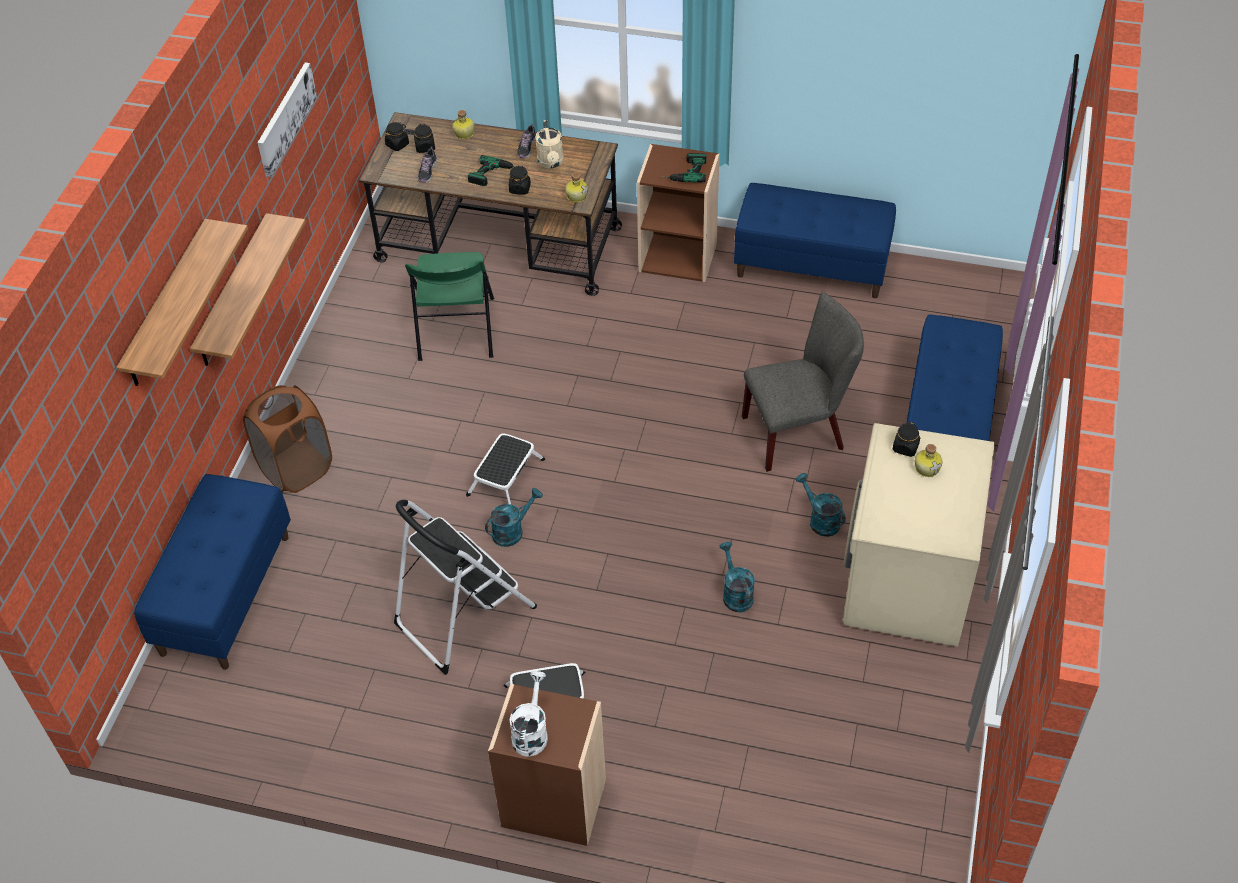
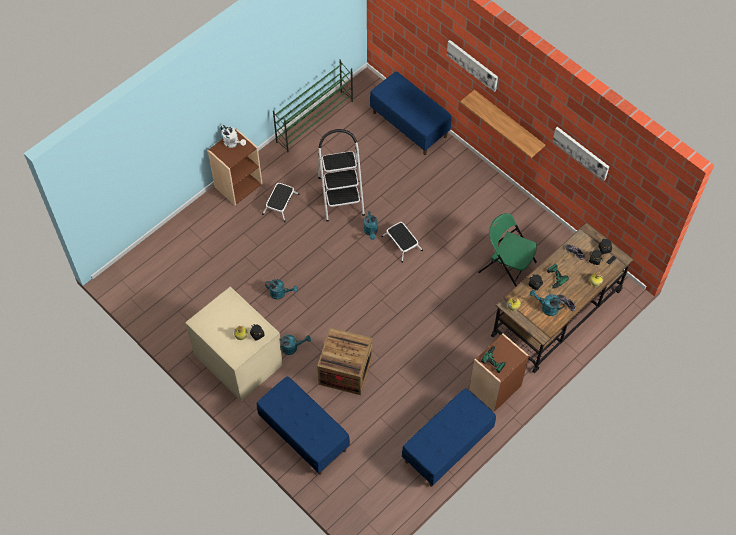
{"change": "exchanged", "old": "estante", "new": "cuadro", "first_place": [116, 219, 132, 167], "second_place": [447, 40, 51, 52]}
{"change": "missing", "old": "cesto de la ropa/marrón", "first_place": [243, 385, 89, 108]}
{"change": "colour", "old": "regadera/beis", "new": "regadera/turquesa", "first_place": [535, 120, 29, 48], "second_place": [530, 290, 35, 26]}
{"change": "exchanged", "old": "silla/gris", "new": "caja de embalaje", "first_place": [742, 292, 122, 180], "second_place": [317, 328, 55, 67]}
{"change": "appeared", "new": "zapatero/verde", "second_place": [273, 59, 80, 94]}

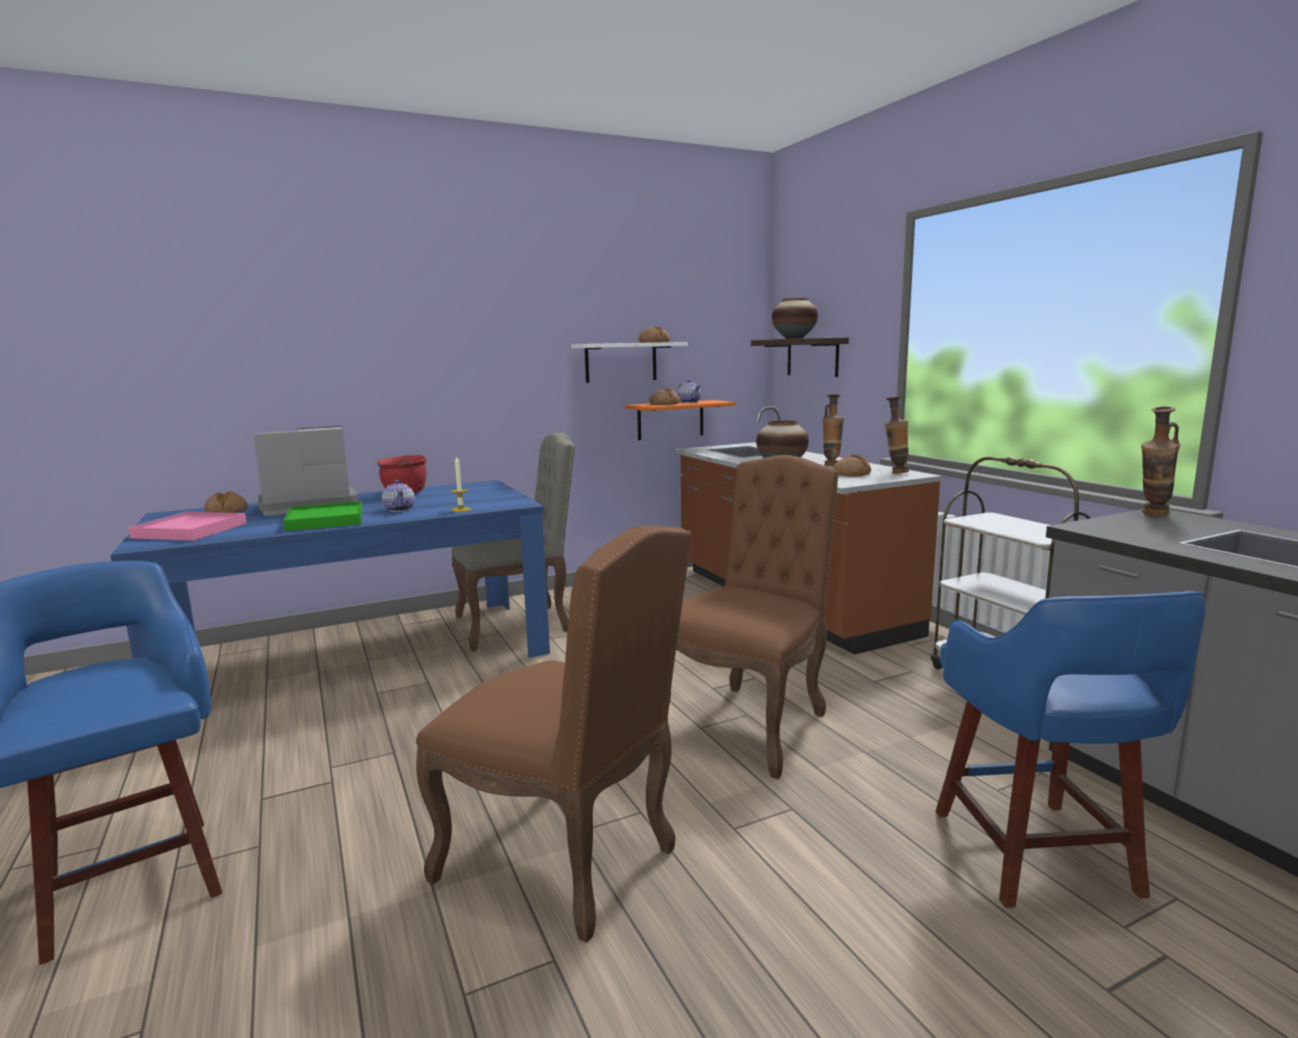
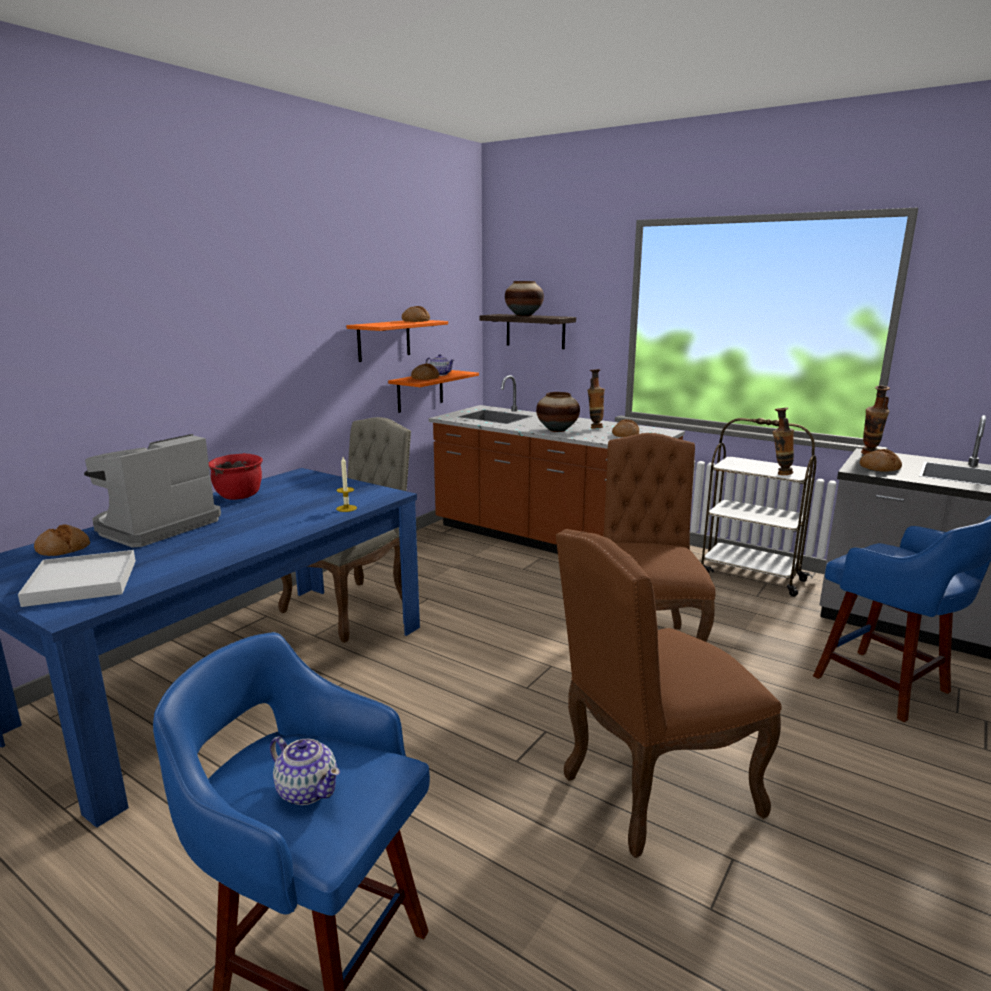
{"change": "colour", "old": "bandeja/rosa", "new": "bandeja/blanco", "first_place": [128, 512, 119, 29], "second_place": [18, 550, 118, 57]}
{"change": "missing", "old": "bandeja/verde", "first_place": [283, 501, 79, 30]}
{"change": "relocated", "old": "tetera", "first_place": [382, 480, 33, 32], "second_place": [270, 736, 70, 69]}
{"change": "spun", "old": "silla/marrón", "first_place": [416, 525, 276, 418], "second_place": [556, 529, 226, 329], "degrees": 150}
{"change": "colour", "old": "estante/blanco", "new": "estante/naranja", "first_place": [571, 342, 117, 41], "second_place": [346, 320, 102, 42]}
{"change": "relocated", "old": "florero", "first_place": [884, 396, 25, 78], "second_place": [773, 408, 21, 67]}
{"change": "appeared", "new": "pan", "second_place": [860, 449, 42, 23]}

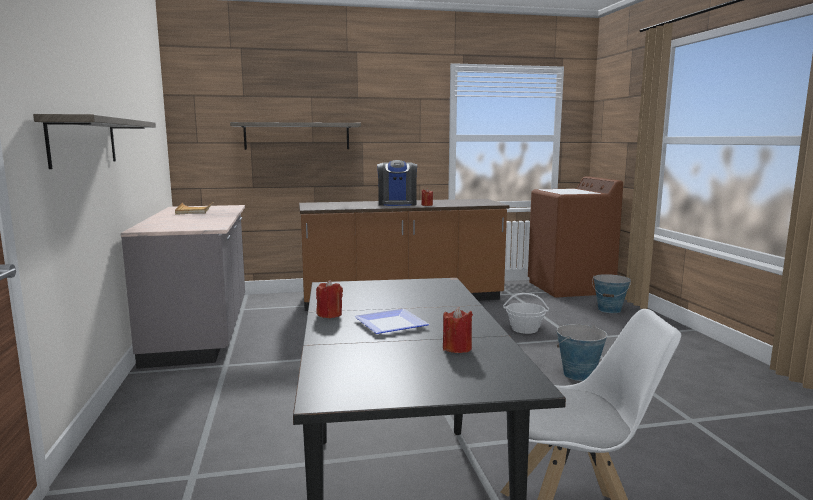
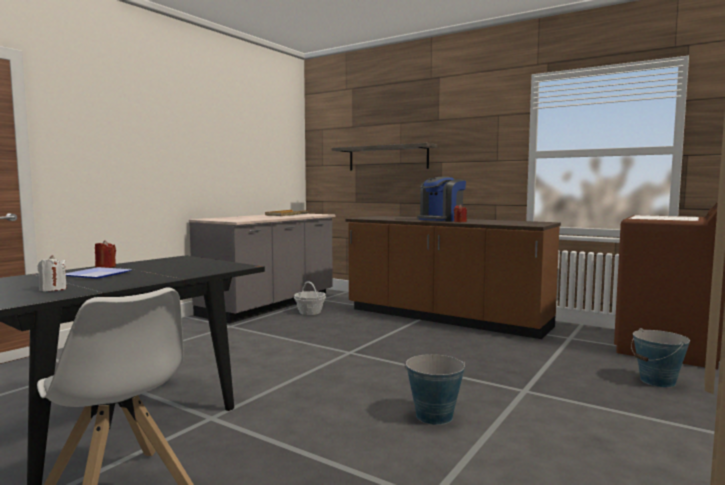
{"change": "missing", "old": "estante", "first_place": [33, 114, 123, 55]}
{"change": "colour", "old": "vela/rojo", "new": "vela/blanco", "first_place": [443, 307, 30, 46], "second_place": [38, 255, 29, 36]}
{"change": "relocated", "old": "cesta", "first_place": [503, 293, 46, 41], "second_place": [294, 281, 32, 34]}

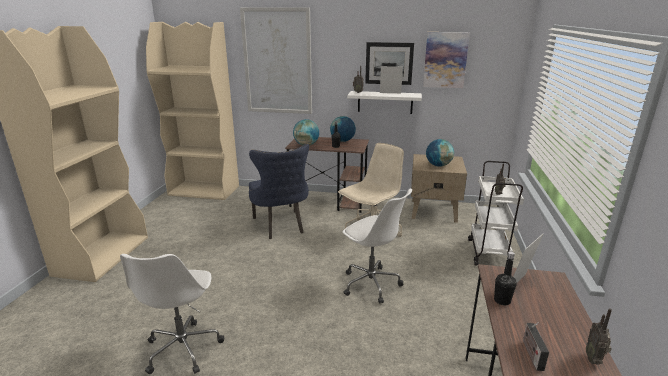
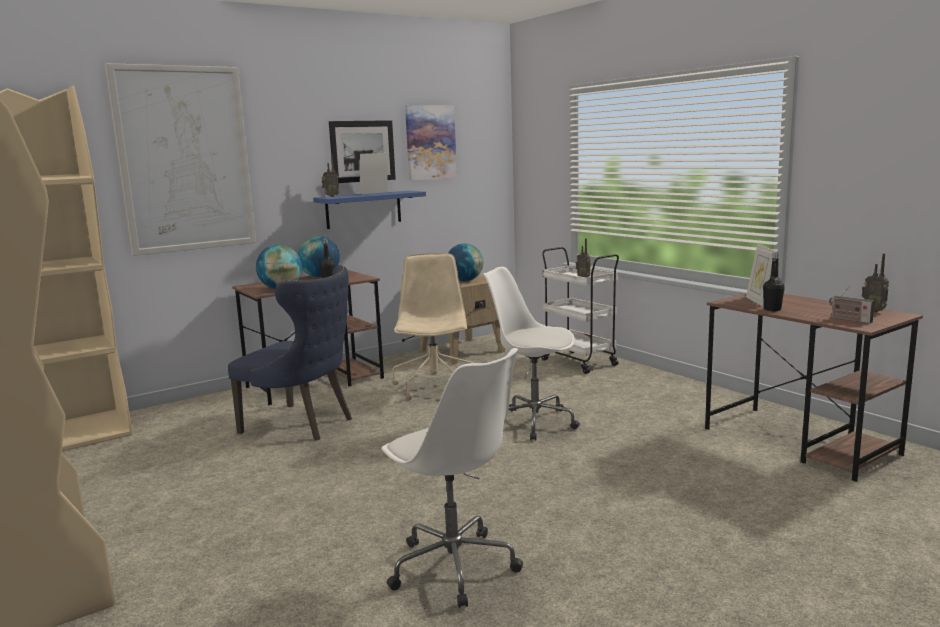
{"change": "spun", "old": "silla de oficina/blanco", "first_place": [343, 189, 69, 115], "second_place": [483, 267, 97, 174], "degrees": -150}
{"change": "colour", "old": "estante/blanco", "new": "estante/azul", "first_place": [347, 91, 75, 23], "second_place": [313, 191, 113, 38]}

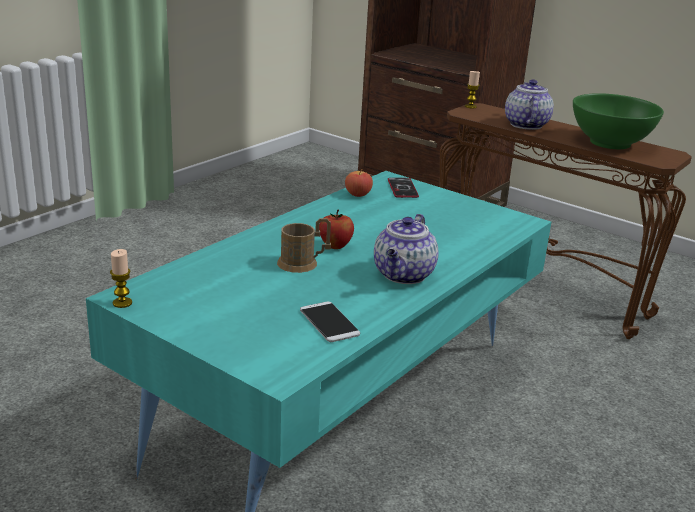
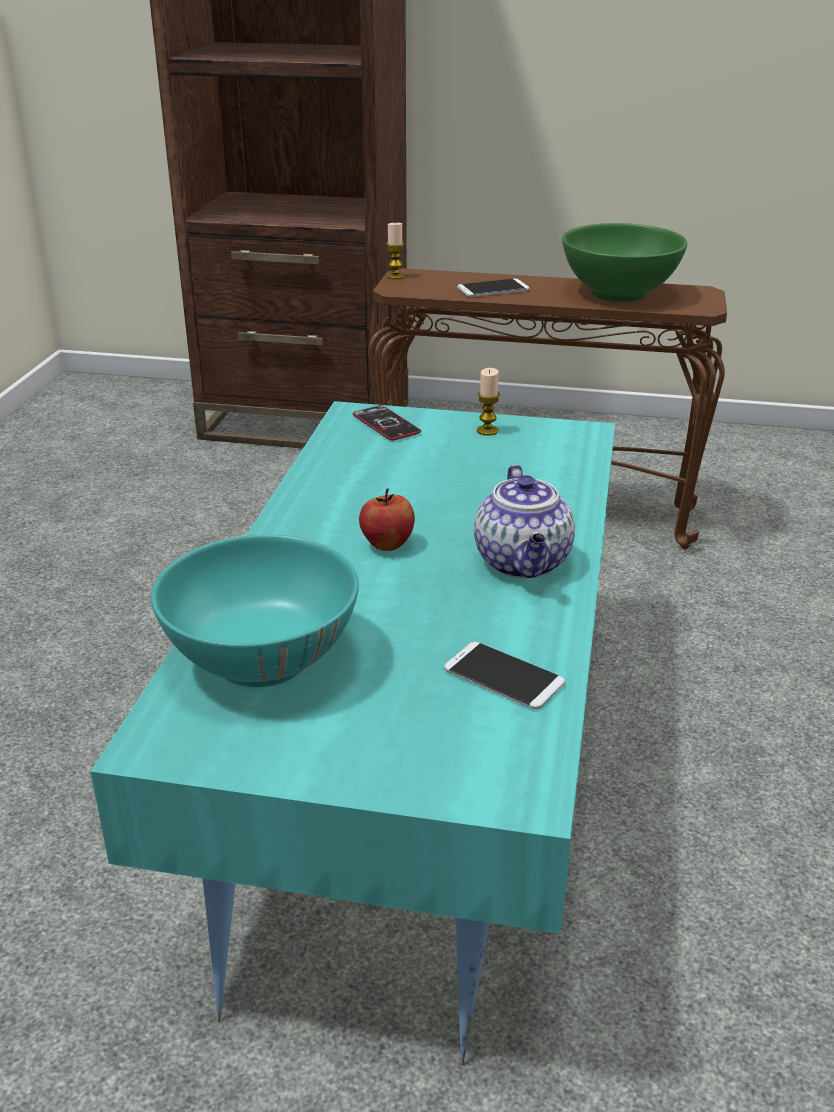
{"change": "relocated", "old": "vela", "first_place": [110, 249, 22, 59], "second_place": [477, 368, 23, 68]}
{"change": "missing", "old": "taza grande/marrón", "first_place": [277, 218, 54, 55]}
{"change": "missing", "old": "manzana", "first_place": [345, 170, 28, 27]}
{"change": "exchanged", "old": "tetera", "new": "móvil", "first_place": [505, 79, 49, 51], "second_place": [457, 279, 73, 18]}
{"change": "appeared", "new": "cuenco/turquesa", "second_place": [151, 535, 208, 152]}

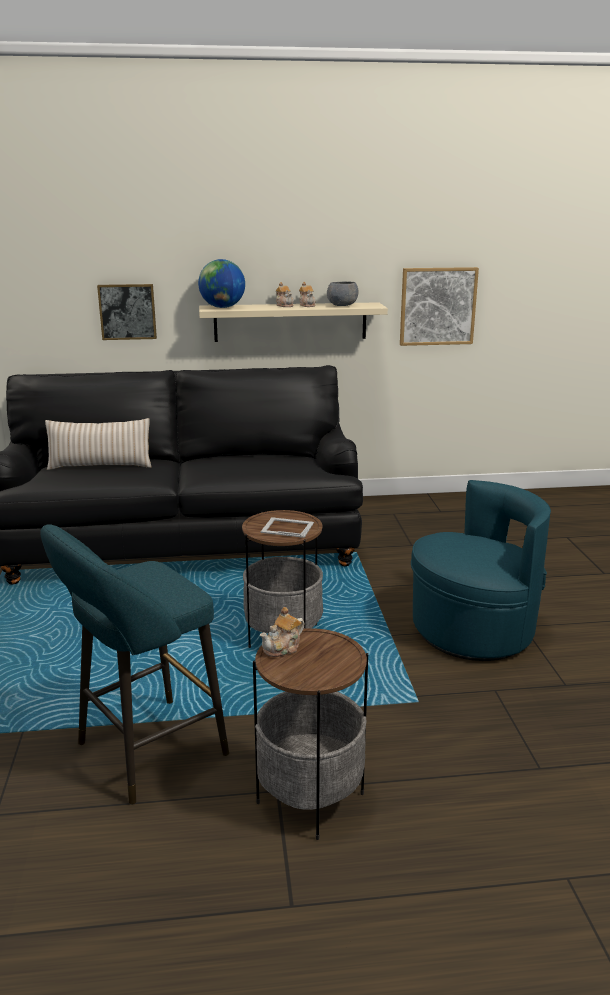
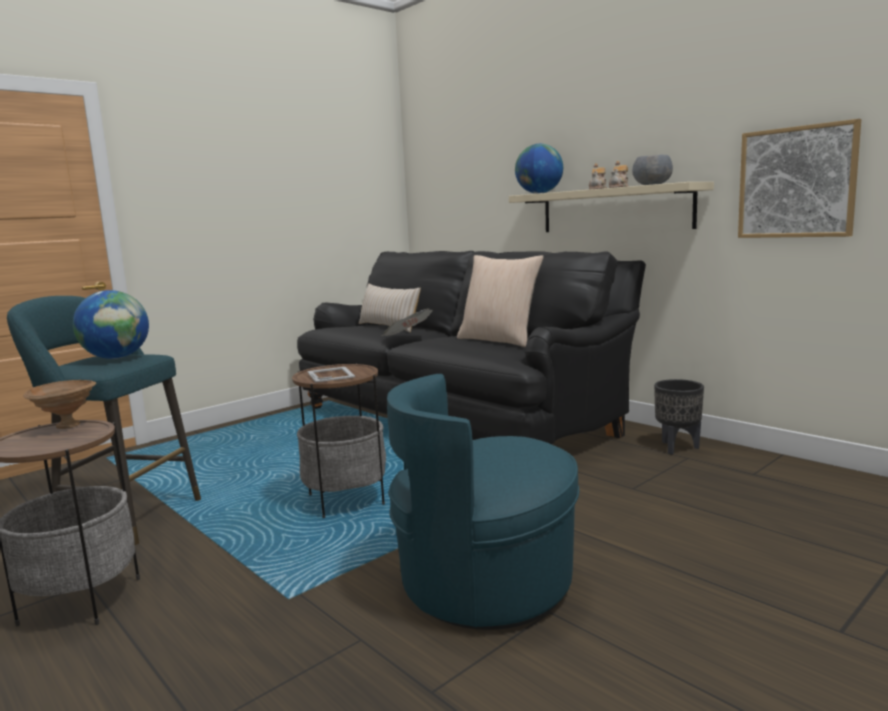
{"change": "missing", "old": "cuadro", "first_place": [97, 284, 60, 56]}
{"change": "exchanged", "old": "tetera", "new": "cuenco/marrón", "first_place": [260, 607, 44, 50], "second_place": [23, 380, 73, 49]}
{"change": "spun", "old": "sillón/turquesa", "first_place": [411, 480, 140, 181], "second_place": [387, 374, 192, 256], "degrees": 135}
{"change": "appeared", "new": "globo terráqueo", "second_place": [73, 290, 76, 69]}
{"change": "appeared", "new": "periódico", "second_place": [381, 308, 52, 28]}
{"change": "appeared", "new": "cojín/beis", "second_place": [457, 255, 87, 92]}
{"change": "appeared", "new": "maceta/negro", "second_place": [654, 379, 50, 75]}

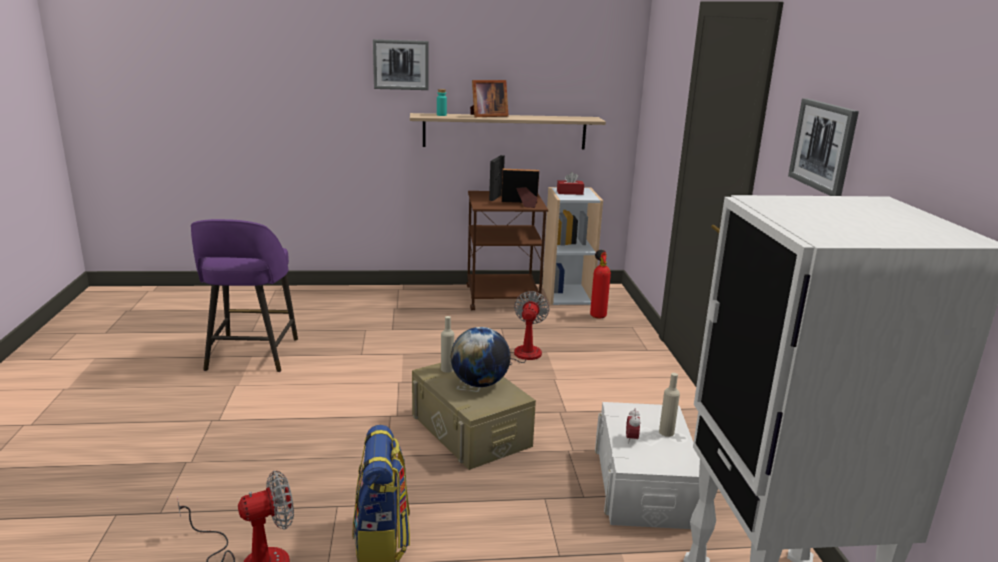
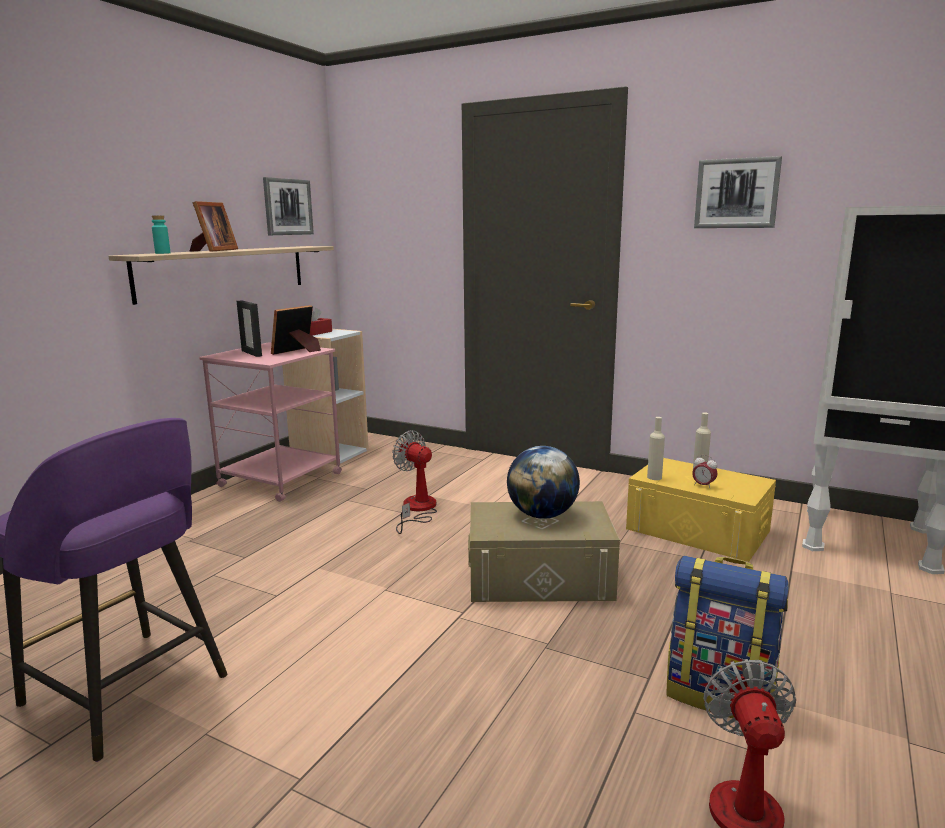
{"change": "relocated", "old": "cuadro", "first_place": [373, 39, 55, 51], "second_place": [263, 177, 51, 58]}
{"change": "relocated", "old": "botella/beis", "first_place": [441, 316, 13, 57], "second_place": [647, 417, 18, 63]}
{"change": "colour", "old": "carrito/marrón", "new": "carrito/rosa", "first_place": [466, 191, 82, 119], "second_place": [199, 342, 143, 160]}
{"change": "missing", "old": "extintor", "first_place": [590, 250, 21, 69]}
{"change": "colour", "old": "caja de almacenaje/blanco", "new": "caja de almacenaje/amarillo", "first_place": [595, 402, 105, 127], "second_place": [626, 458, 150, 104]}

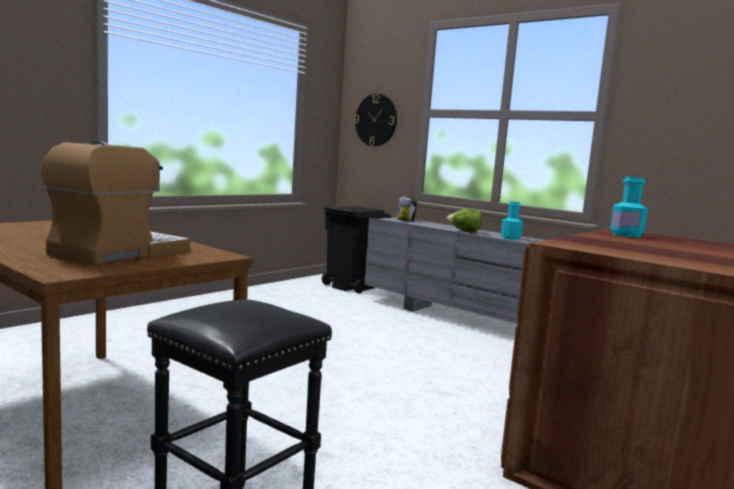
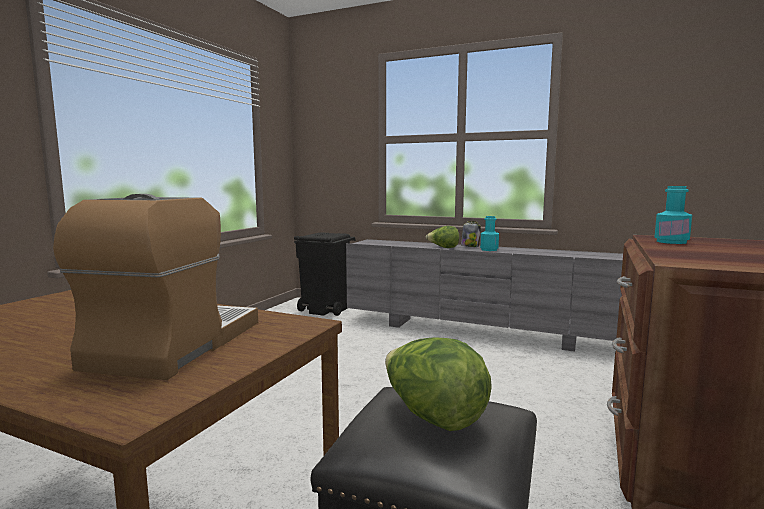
{"change": "missing", "old": "reloj de pared", "first_place": [354, 94, 43, 52]}
{"change": "relocated", "old": "tarro", "first_place": [396, 195, 21, 27], "second_place": [461, 221, 20, 26]}
{"change": "appeared", "new": "lechuga", "second_place": [385, 337, 107, 94]}

